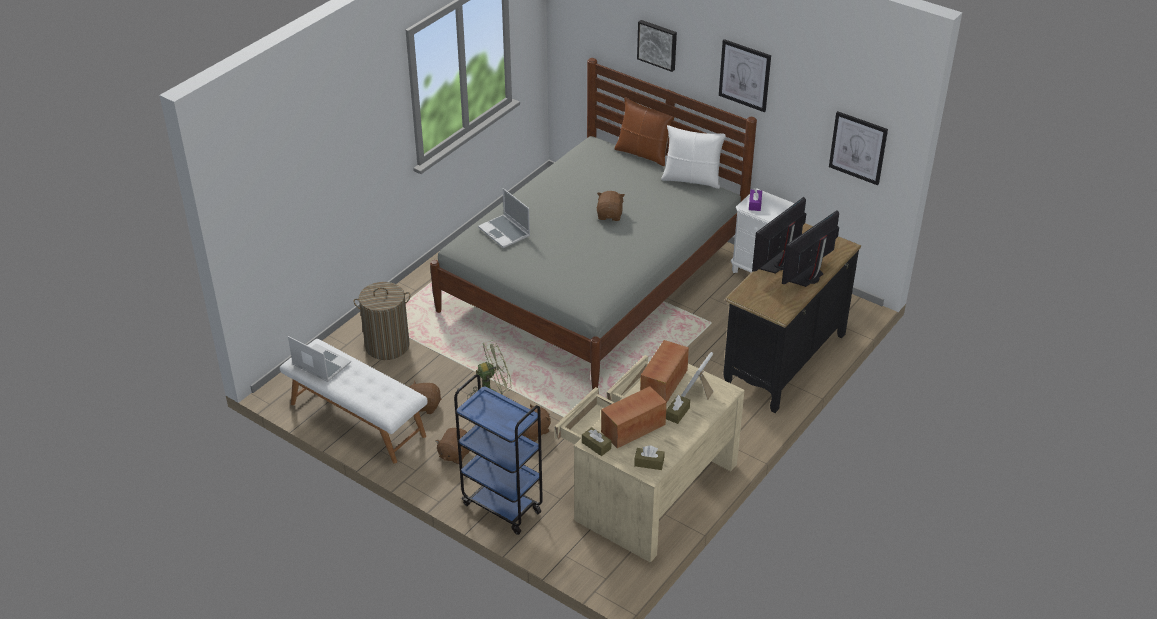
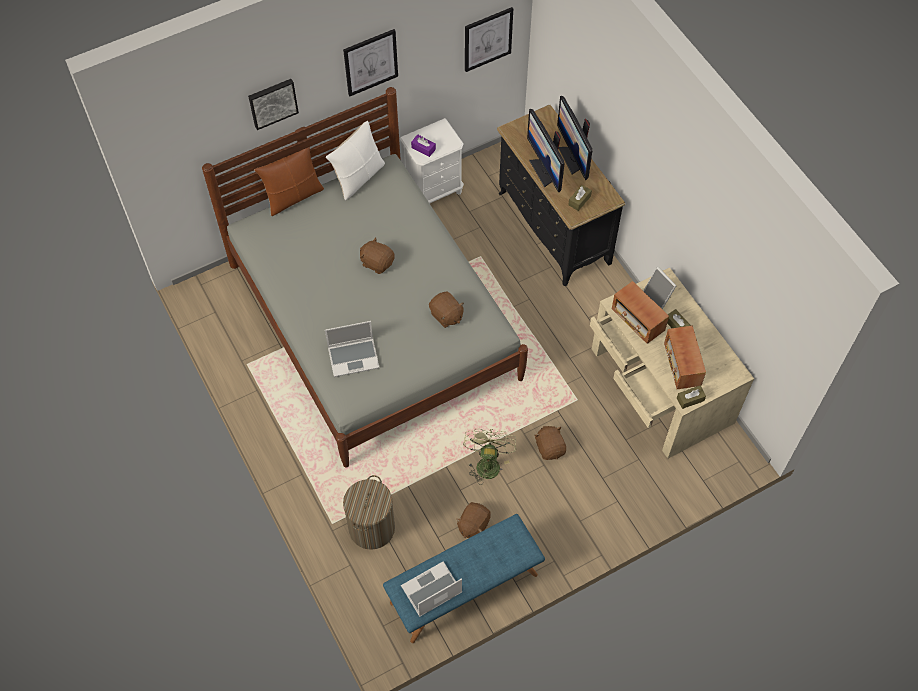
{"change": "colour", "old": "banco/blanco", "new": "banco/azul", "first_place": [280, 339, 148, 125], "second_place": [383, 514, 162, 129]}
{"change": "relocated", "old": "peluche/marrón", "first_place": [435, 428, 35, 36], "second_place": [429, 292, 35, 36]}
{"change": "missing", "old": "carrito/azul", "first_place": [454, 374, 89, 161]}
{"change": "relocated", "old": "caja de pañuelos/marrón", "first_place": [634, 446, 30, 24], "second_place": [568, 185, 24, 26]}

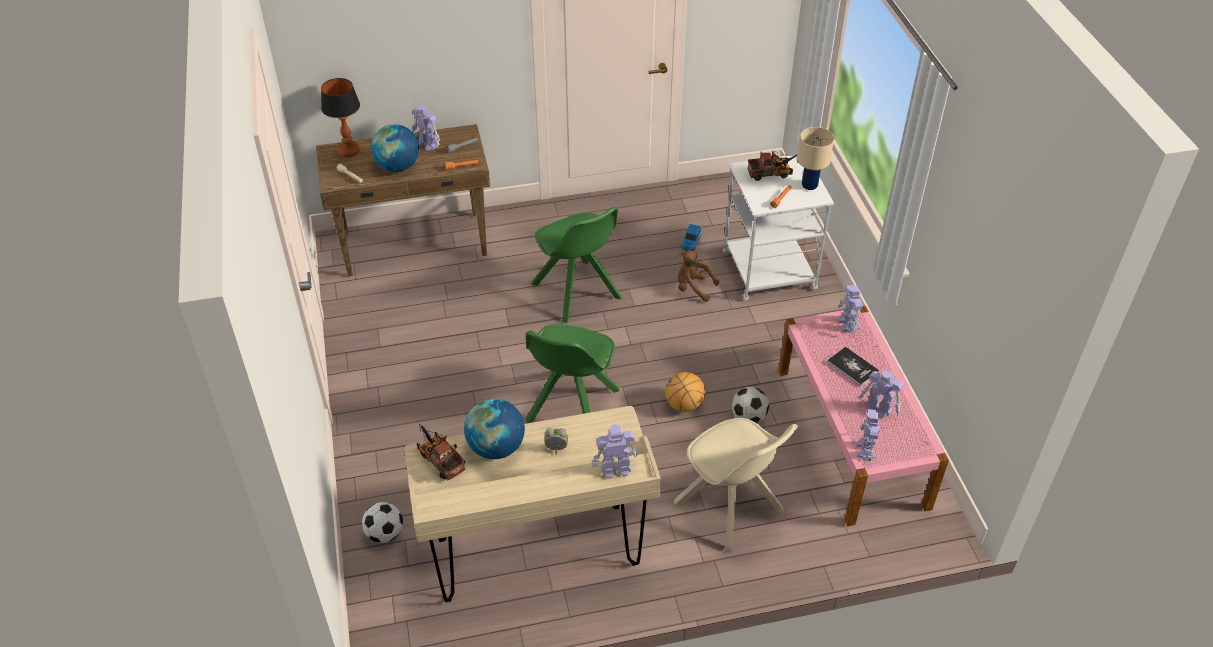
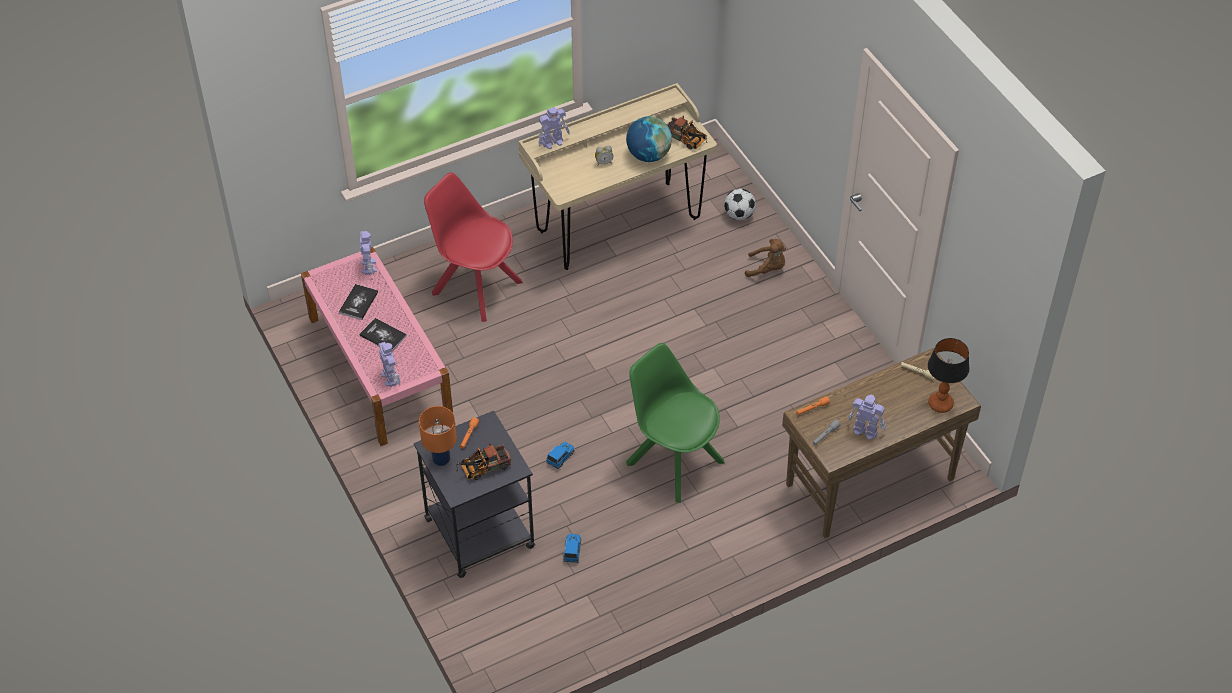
{"change": "missing", "old": "globo terráqueo", "first_place": [371, 124, 48, 48]}
{"change": "missing", "old": "silla/verde", "first_place": [525, 324, 95, 99]}
{"change": "missing", "old": "balón de baloncesto", "first_place": [665, 372, 41, 40]}
{"change": "colour", "old": "silla/beis", "new": "silla/rojo", "first_place": [674, 418, 124, 135], "second_place": [424, 172, 99, 150]}
{"change": "relocated", "old": "peluche/marrón", "first_place": [678, 250, 41, 52], "second_place": [745, 239, 41, 38]}
{"change": "colour", "old": "carrito/blanco", "new": "carrito/negro", "first_place": [722, 154, 112, 147], "second_place": [414, 411, 121, 167]}
{"change": "missing", "old": "balón de fútbol", "first_place": [732, 387, 37, 37]}
{"change": "colour", "old": "lámpara de mesa/beis", "new": "lámpara de mesa/naranja", "first_place": [797, 127, 37, 63], "second_place": [419, 406, 38, 60]}
{"change": "exchanged", "old": "robot de juguete", "new": "libro", "first_place": [859, 370, 44, 48], "second_place": [339, 284, 39, 36]}
{"change": "appeared", "new": "coche de juguete", "second_place": [546, 442, 29, 27]}

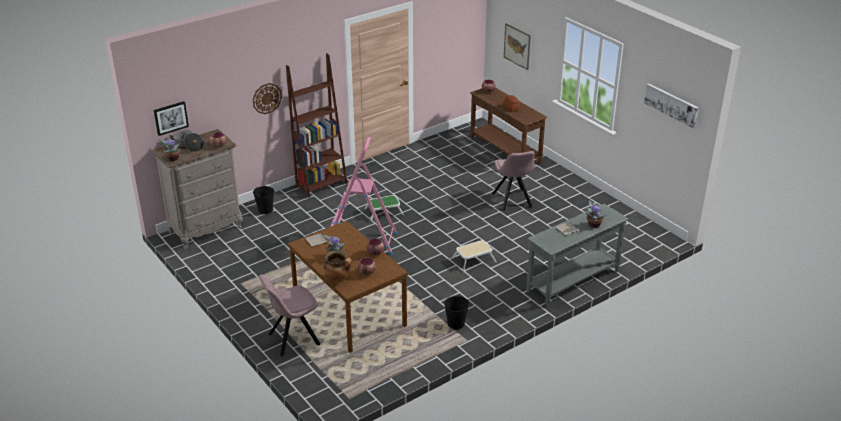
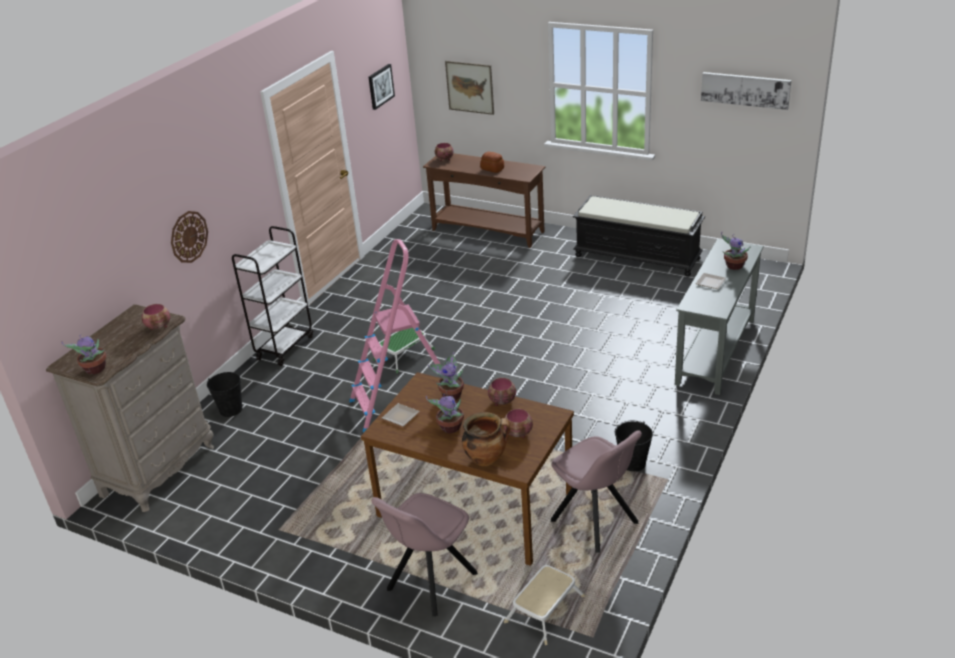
{"change": "relocated", "old": "cuadro", "first_place": [154, 101, 35, 35], "second_place": [368, 64, 27, 46]}
{"change": "missing", "old": "olla", "first_place": [169, 130, 35, 22]}
{"change": "exchanged", "old": "estantería/marrón", "new": "carrito/blanco", "first_place": [286, 53, 61, 145], "second_place": [232, 226, 82, 140]}
{"change": "relocated", "old": "escalera de tijera/beis", "first_place": [451, 240, 46, 32], "second_place": [504, 565, 81, 80]}
{"change": "relocated", "old": "silla/rosa", "first_place": [492, 151, 43, 60], "second_place": [551, 430, 91, 123]}
{"change": "appeared", "new": "planta en maceta", "second_place": [428, 352, 36, 48]}
{"change": "appeared", "new": "banco/negro", "second_place": [573, 195, 132, 82]}

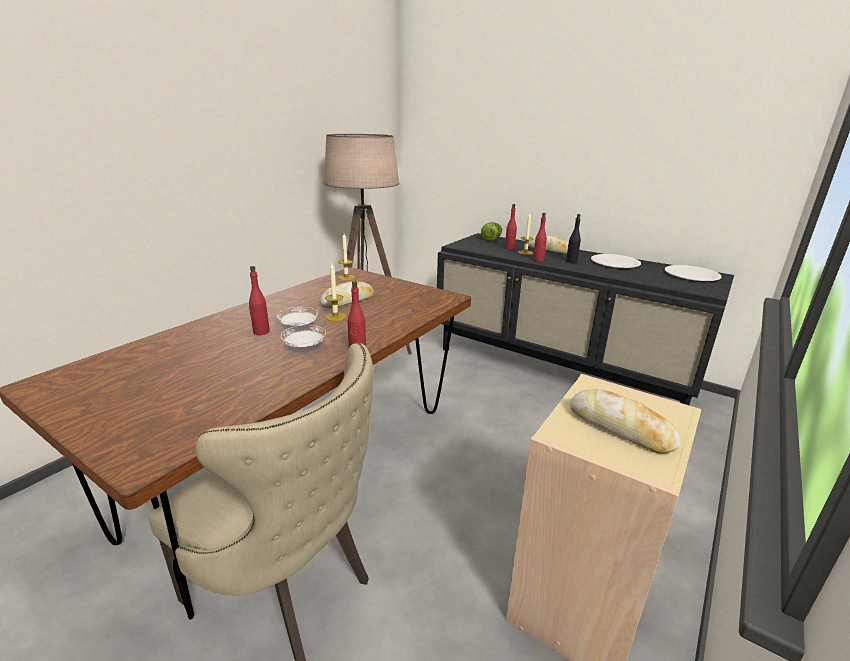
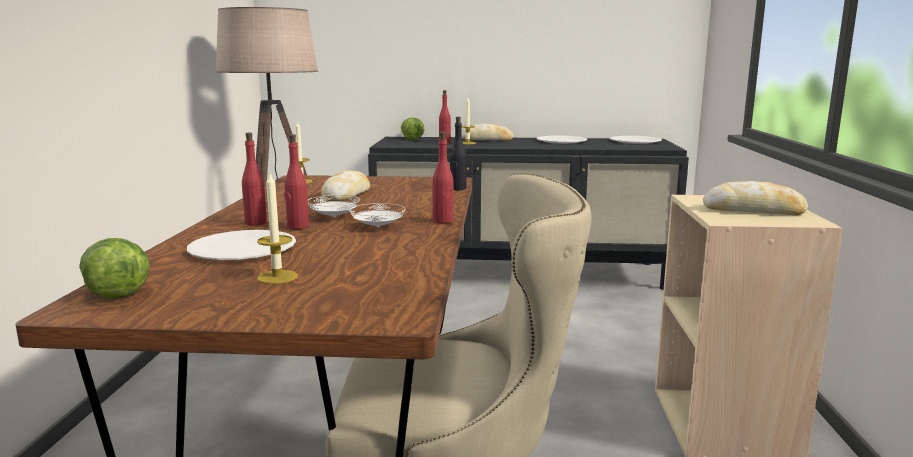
{"change": "relocated", "old": "vela", "first_place": [325, 263, 21, 58], "second_place": [257, 173, 41, 111]}
{"change": "relocated", "old": "botella/rojo", "first_place": [533, 213, 14, 49], "second_place": [242, 132, 25, 94]}
{"change": "relocated", "old": "botella/negro", "first_place": [566, 214, 15, 49], "second_place": [450, 116, 17, 74]}
{"change": "appeared", "new": "lechuga", "second_place": [79, 238, 71, 61]}
{"change": "appeared", "new": "plato/blanco", "second_place": [187, 230, 109, 30]}

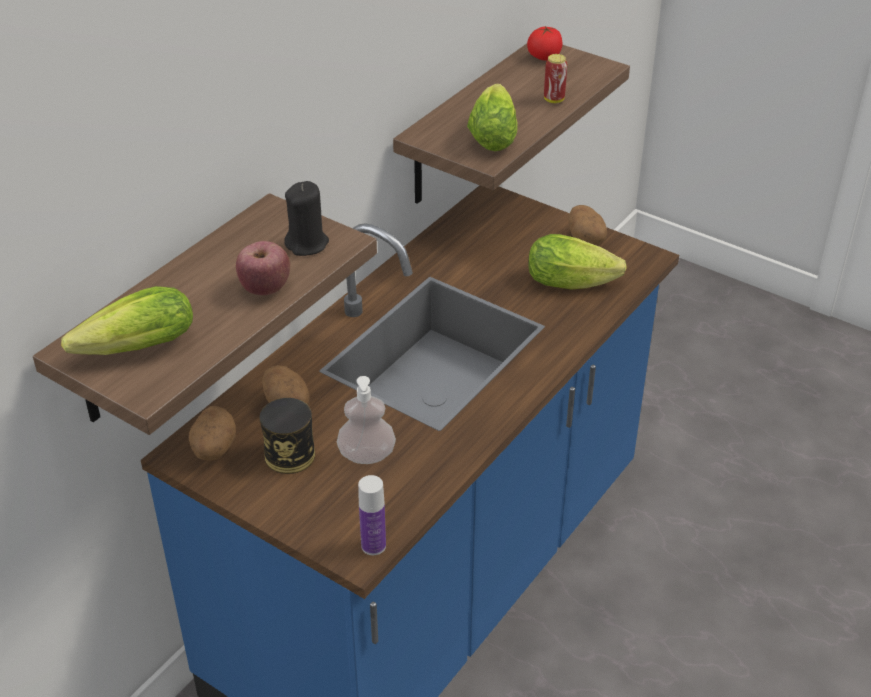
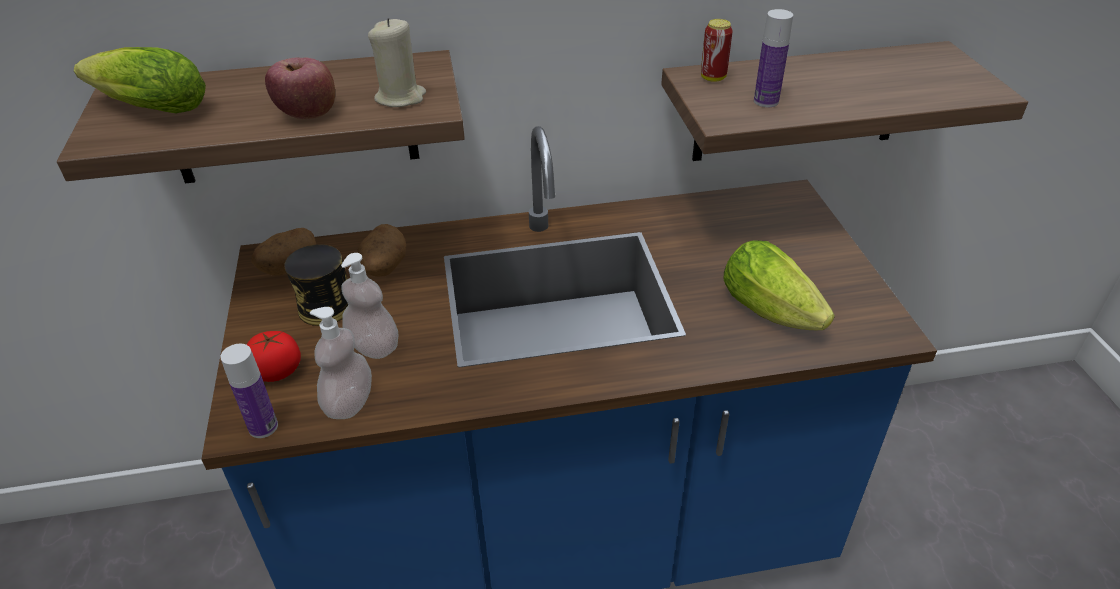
{"change": "colour", "old": "vela/negro", "new": "vela/beis", "first_place": [284, 181, 45, 75], "second_place": [368, 18, 58, 89]}
{"change": "exchanged", "old": "lechuga", "new": "botella", "first_place": [467, 84, 51, 67], "second_place": [754, 9, 39, 98]}
{"change": "relocated", "old": "tomate", "first_place": [527, 26, 36, 34], "second_place": [247, 331, 54, 51]}
{"change": "relocated", "old": "lata", "first_place": [544, 54, 23, 49], "second_place": [701, 19, 32, 63]}
{"change": "missing", "old": "patata", "first_place": [568, 205, 39, 40]}
{"change": "appeared", "new": "dispensador de jabón", "second_place": [310, 307, 62, 112]}

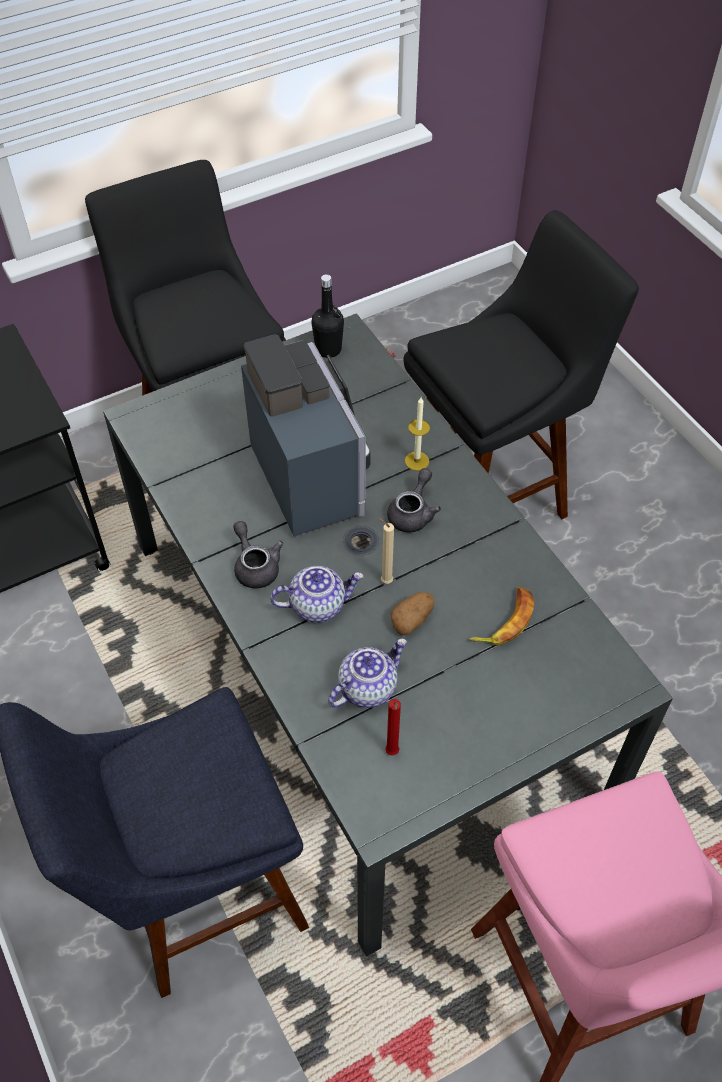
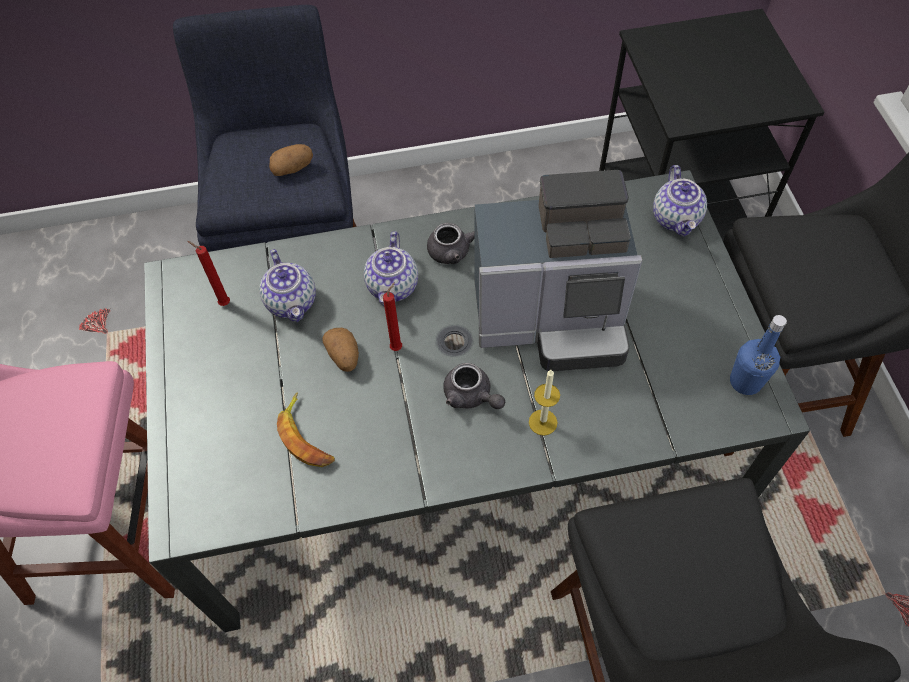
{"change": "colour", "old": "botella/negro", "new": "botella/azul", "first_place": [311, 274, 33, 84], "second_place": [730, 315, 57, 80]}
{"change": "colour", "old": "vela/beis", "new": "vela/rojo", "first_place": [378, 518, 16, 66], "second_place": [383, 282, 19, 69]}
{"change": "appeared", "new": "patata", "second_place": [269, 144, 44, 32]}
{"change": "appeared", "new": "tetera", "second_place": [653, 165, 54, 72]}

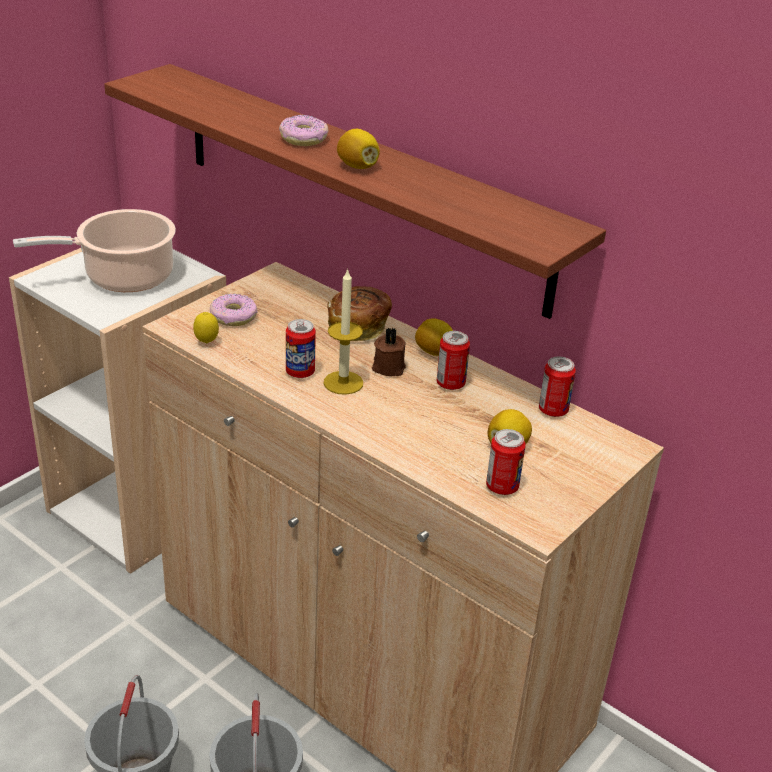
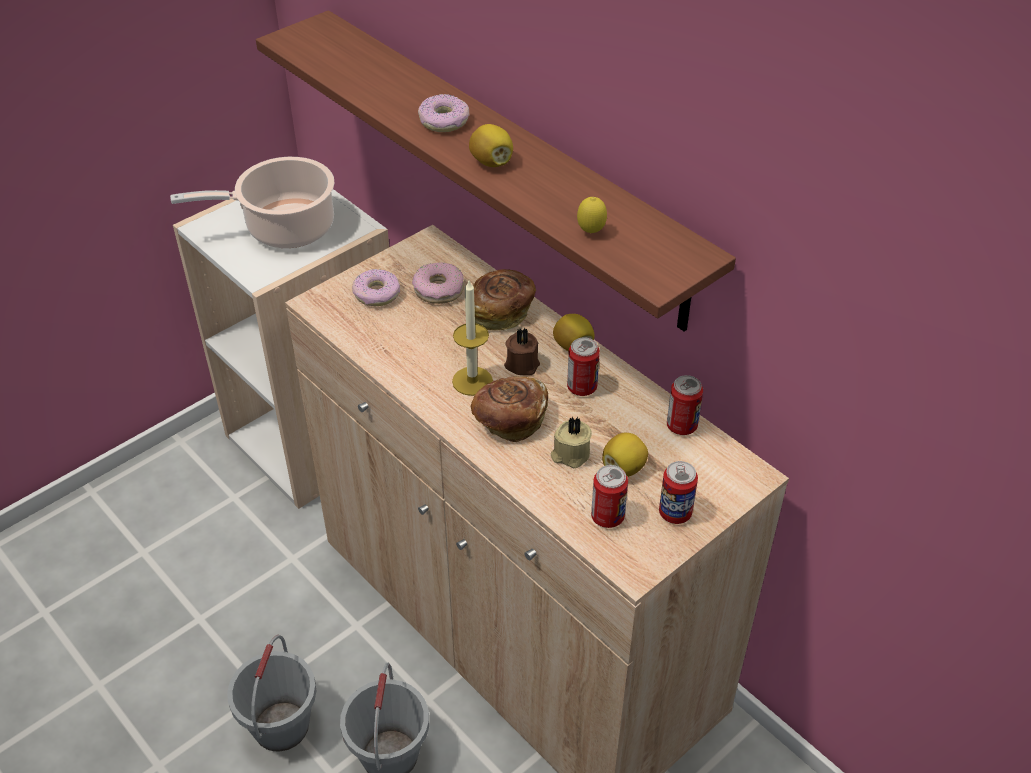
{"change": "relocated", "old": "limón", "first_place": [193, 312, 26, 31], "second_place": [577, 197, 30, 36]}
{"change": "relocated", "old": "lata", "first_place": [286, 319, 30, 59], "second_place": [659, 461, 39, 63]}
{"change": "appeared", "new": "rosquilla", "second_place": [412, 262, 52, 42]}
{"change": "appeared", "new": "pan", "second_place": [470, 376, 78, 66]}
{"change": "appeared", "new": "vela/beis", "second_place": [551, 417, 41, 51]}

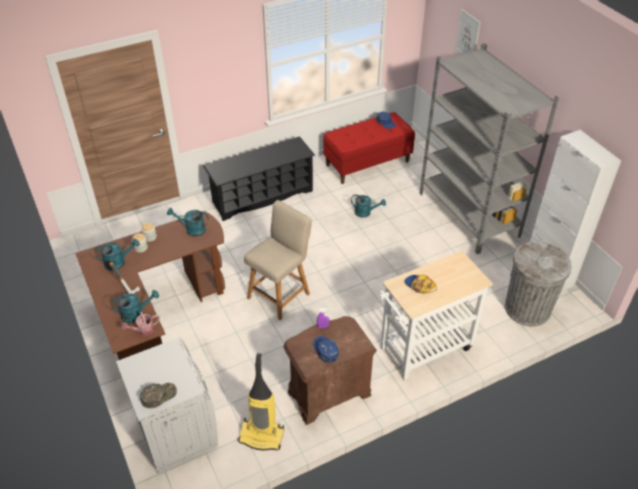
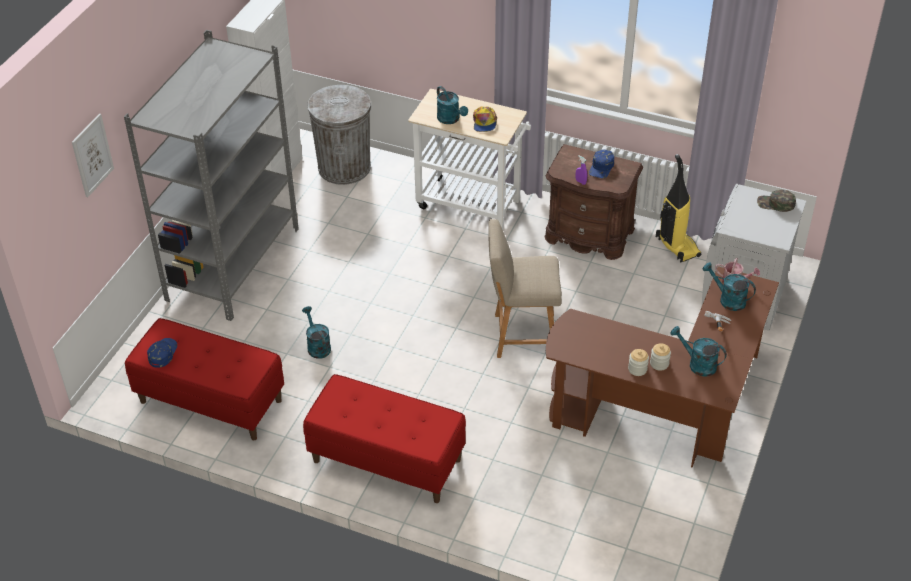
{"change": "relocated", "old": "regadera/turquesa", "first_place": [167, 208, 42, 29], "second_place": [437, 86, 31, 38]}
{"change": "exchanged", "old": "zapatero/negro", "new": "banco/rojo", "first_place": [203, 136, 112, 85], "second_place": [303, 374, 163, 129]}

